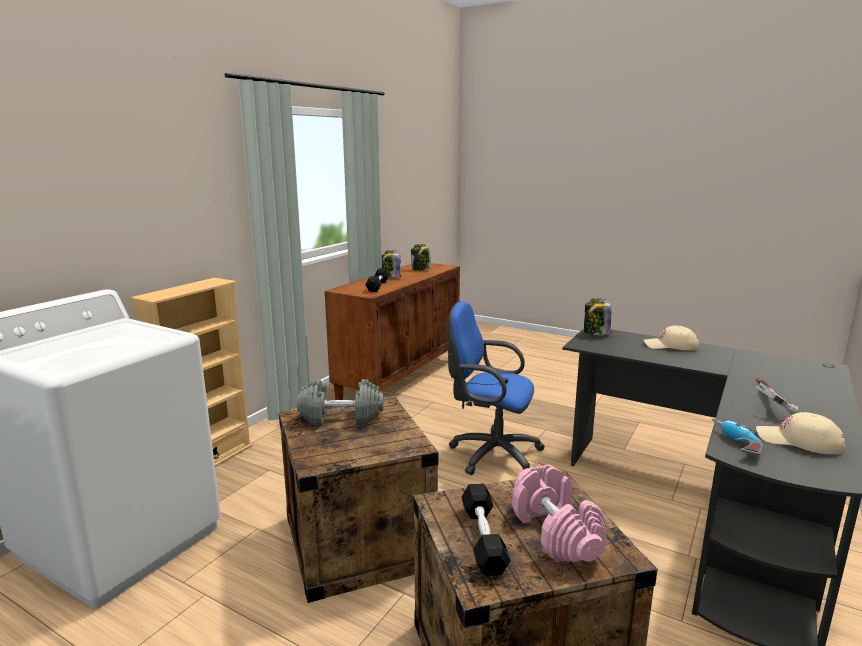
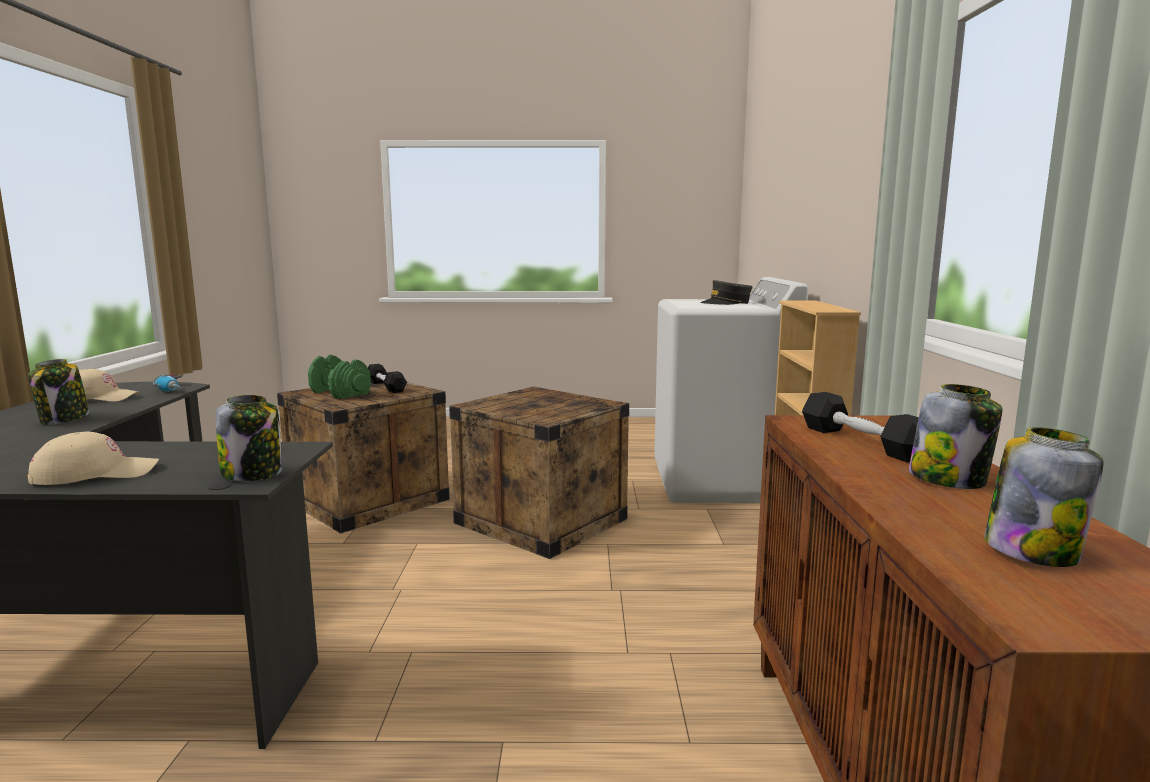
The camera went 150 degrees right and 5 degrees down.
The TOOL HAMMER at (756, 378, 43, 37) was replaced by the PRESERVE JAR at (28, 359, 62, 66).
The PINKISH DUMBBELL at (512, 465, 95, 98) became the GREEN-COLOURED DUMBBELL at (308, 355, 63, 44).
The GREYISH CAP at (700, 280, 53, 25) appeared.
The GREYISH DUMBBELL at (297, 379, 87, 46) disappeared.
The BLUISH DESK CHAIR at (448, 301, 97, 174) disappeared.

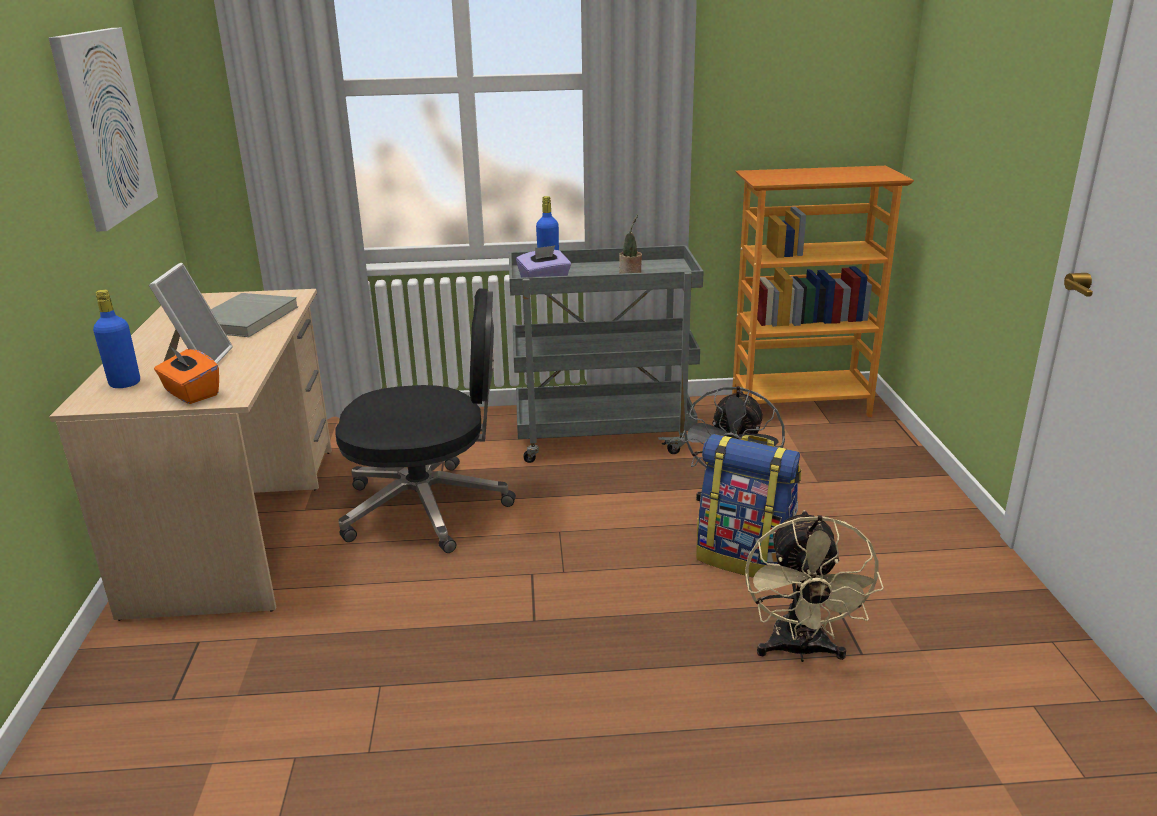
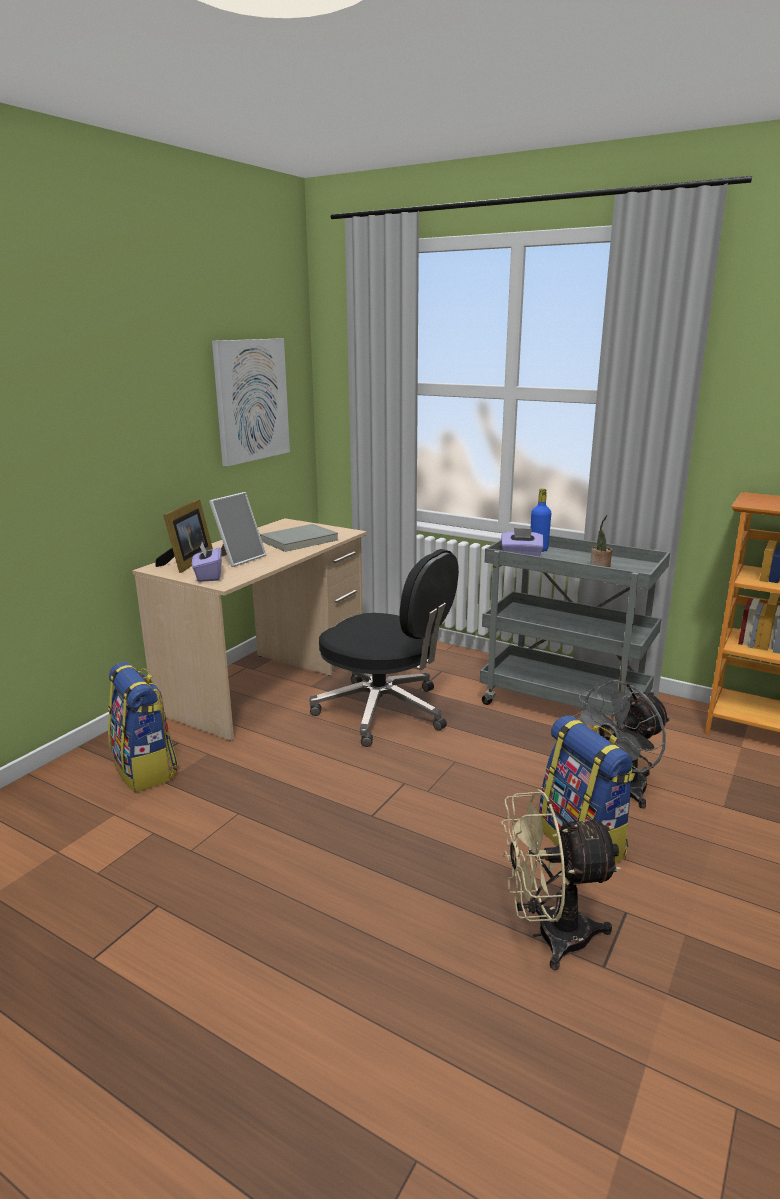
The camera went 35 degrees right and 5 degrees down.
The RUCKSACK at (108, 662, 70, 130) appeared.
The BLUISH DRINK BOTTLE at (93, 290, 47, 98) was replaced by the PHOTO FRAME at (155, 498, 58, 75).
The ORANGE TISSUE BOX at (154, 346, 65, 58) became the PURPLE-COLOURED TISSUE BOX at (192, 542, 30, 40).
The BEIGE-COLOURED COOLING FAN at (745, 510, 139, 152) turned 45 degrees clockwise.

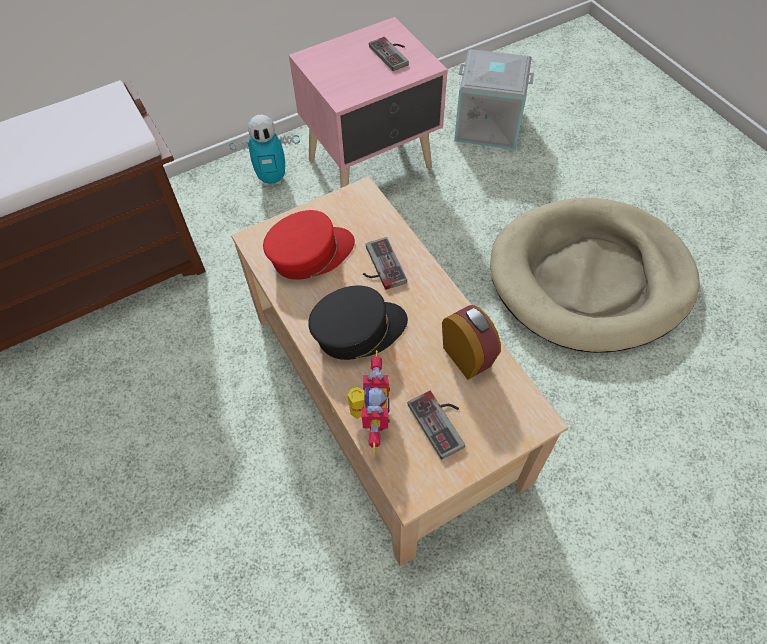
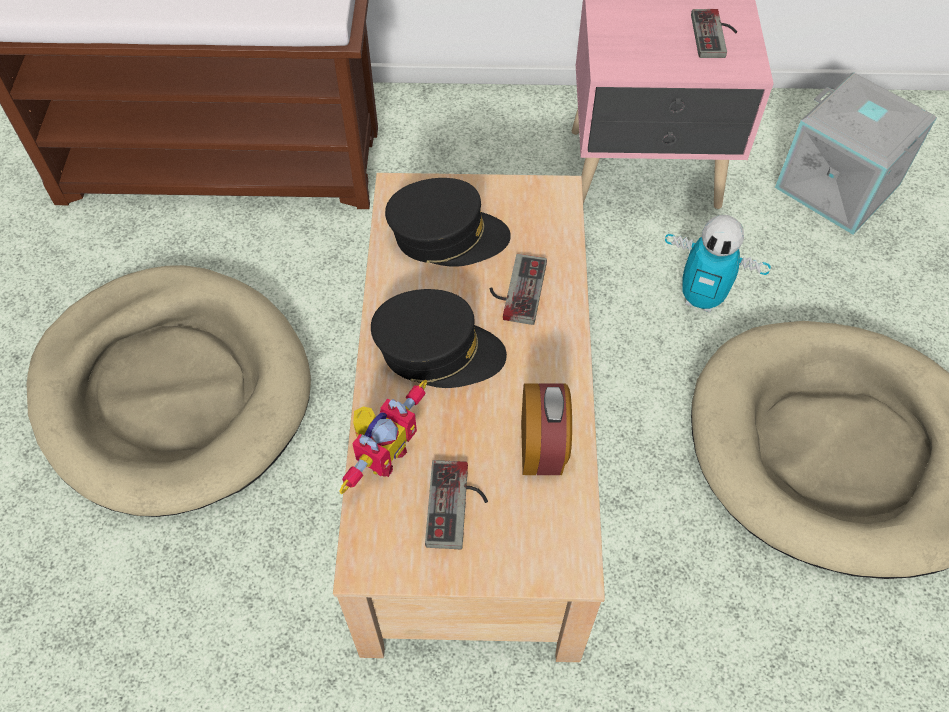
The camera went 30 degrees right and 0 degrees up.
The BEIGE-COLOURED DOG BED at (27, 265, 284, 252) appeared.
The RED-COLOURED CAP at (263, 210, 92, 70) became the BLACKISH CAP at (385, 178, 126, 89).
The ROBOT FIGURE moved from (229, 115, 71, 71) to (665, 215, 106, 98).

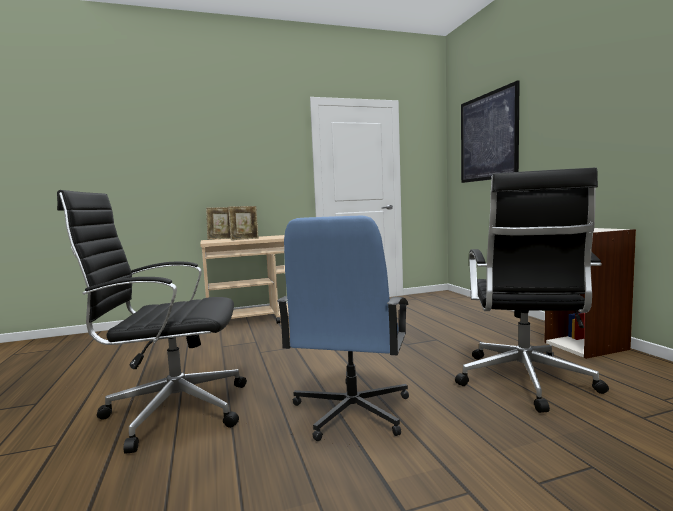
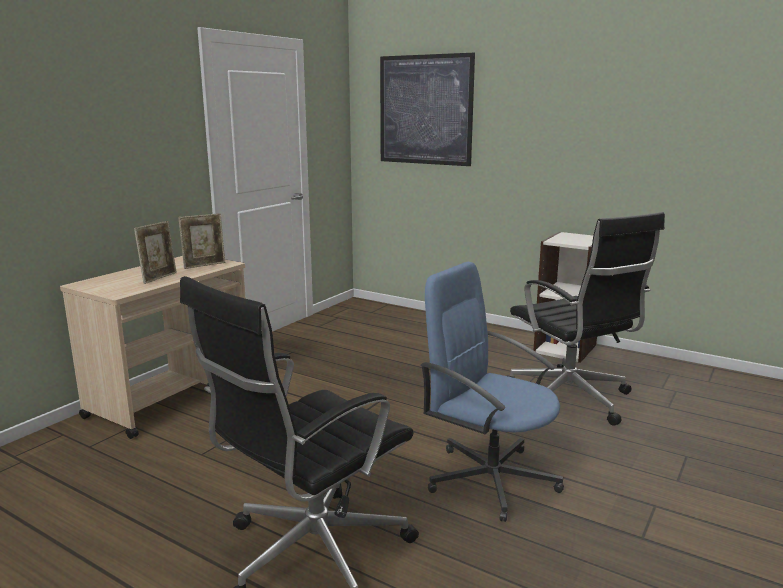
The camera went 40 degrees left and 10 degrees up.
The PHOTO FRAME moved from (206, 207, 25, 33) to (178, 213, 47, 56).
The BLUISH DESK CHAIR at (277, 216, 132, 225) turned 150 degrees clockwise.

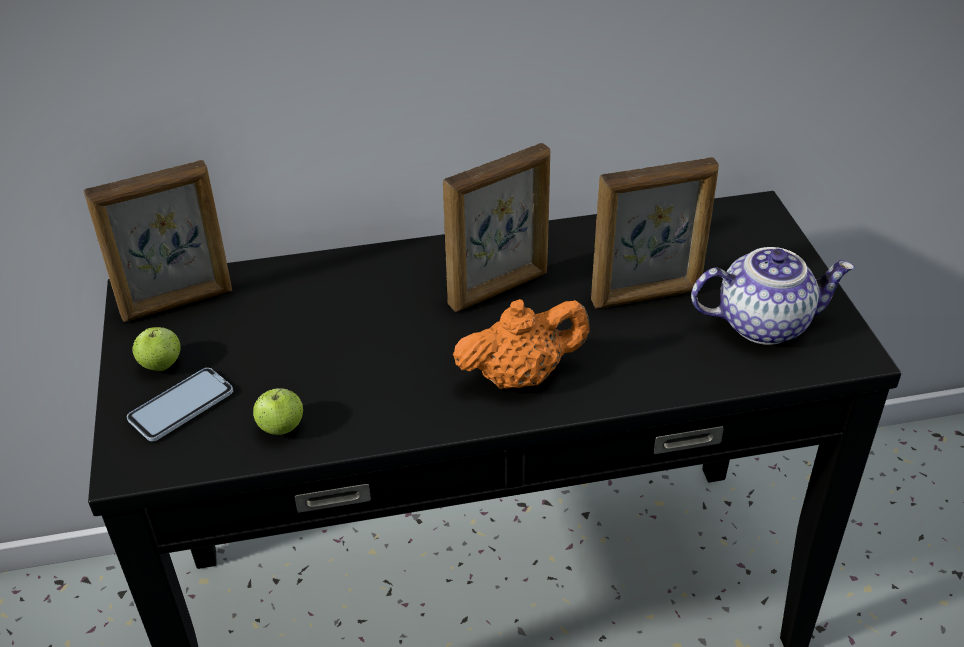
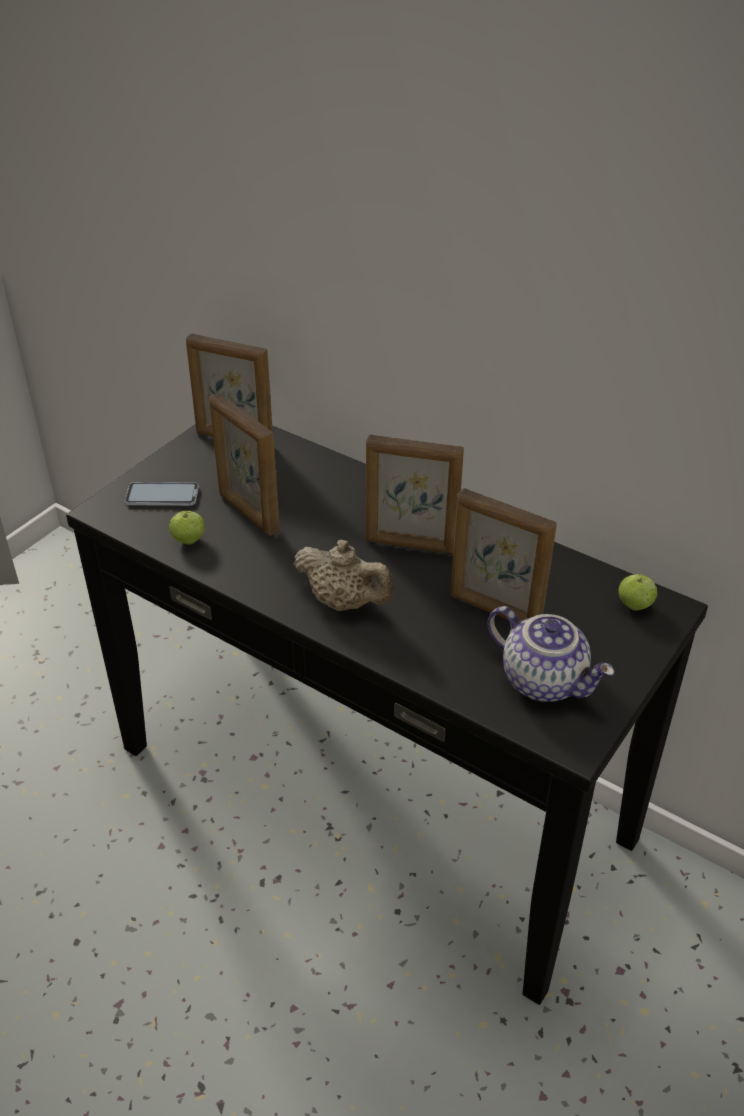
The camera went 45 degrees right and 0 degrees up.
The PHOTO FRAME at (209, 393, 71, 143) appeared.
The ORANGE TEAPOT at (453, 299, 137, 90) became the BEIGE-COLOURED TEAPOT at (294, 540, 101, 71).
The WHOLE APPLE moved from (132, 327, 49, 44) to (618, 574, 39, 37).

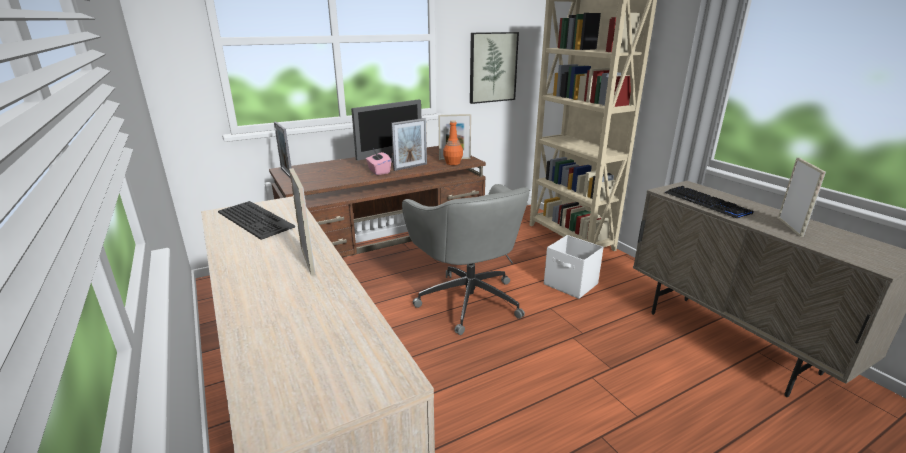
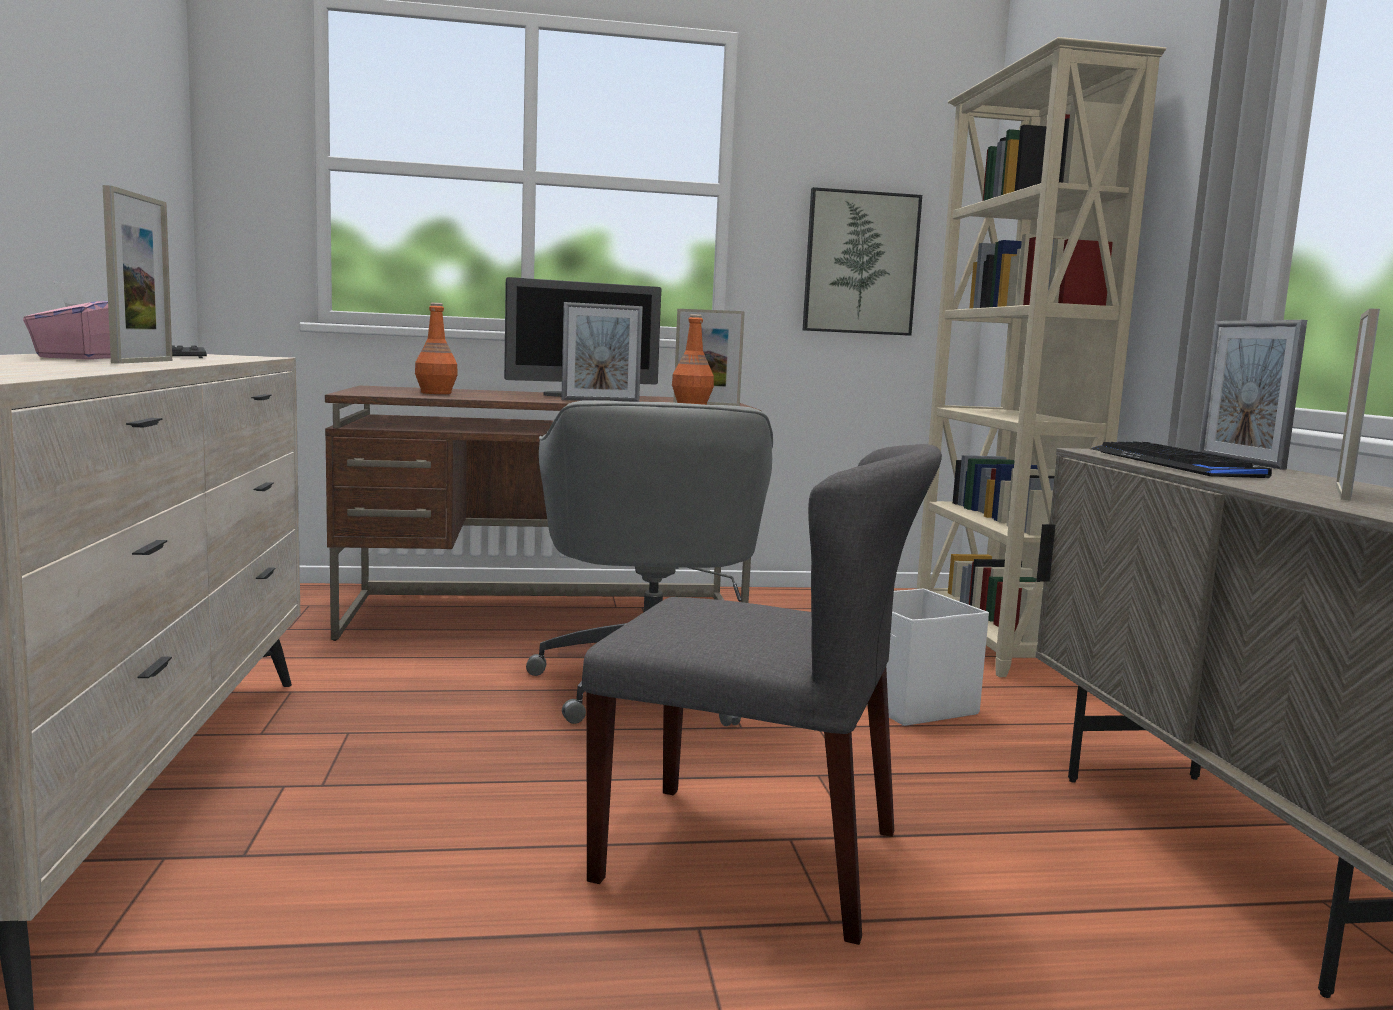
The camera went 20 degrees right and 15 degrees down.
The PINKISH TISSUE BOX moved from (366, 149, 25, 26) to (23, 281, 88, 79).
The ORANGE DRINK BOTTLE at (415, 303, 43, 91) appeared.
The GREYISH PLAIN CHAIR at (582, 444, 360, 501) appeared.
The PHOTO FRAME moved from (274, 122, 18, 57) to (1199, 320, 108, 150).

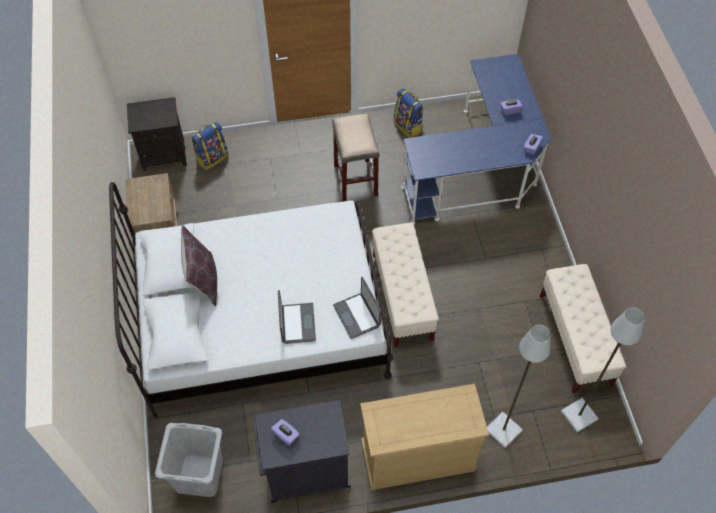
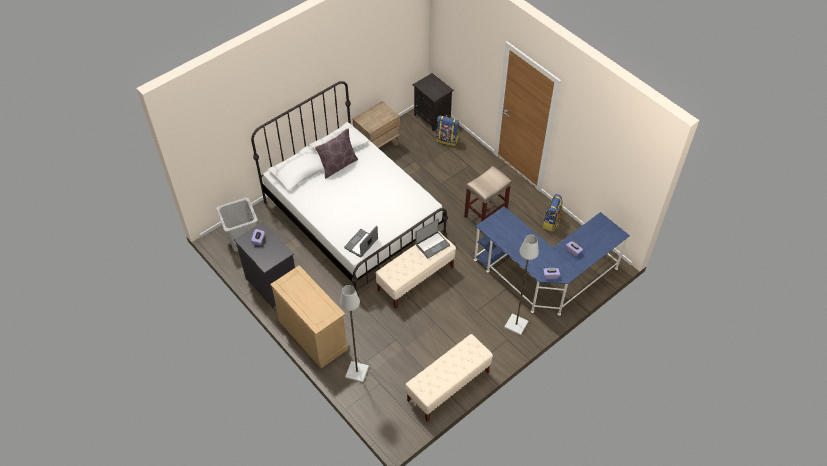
The camera went 60 degrees right and 5 degrees down.
The LAPTOP moved from (278, 290, 38, 54) to (415, 219, 35, 39).
The GREYISH STANDARD LAMP moved from (561, 307, 84, 125) to (504, 235, 35, 101).

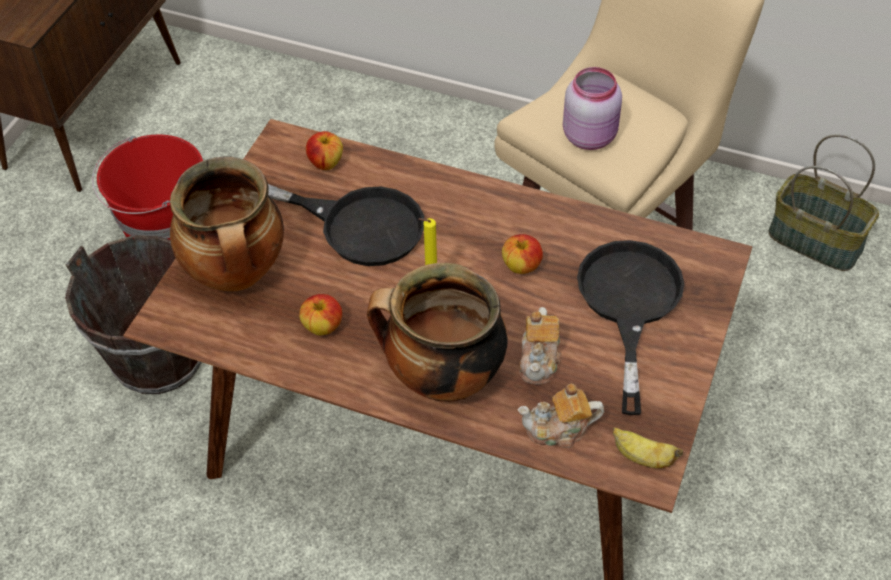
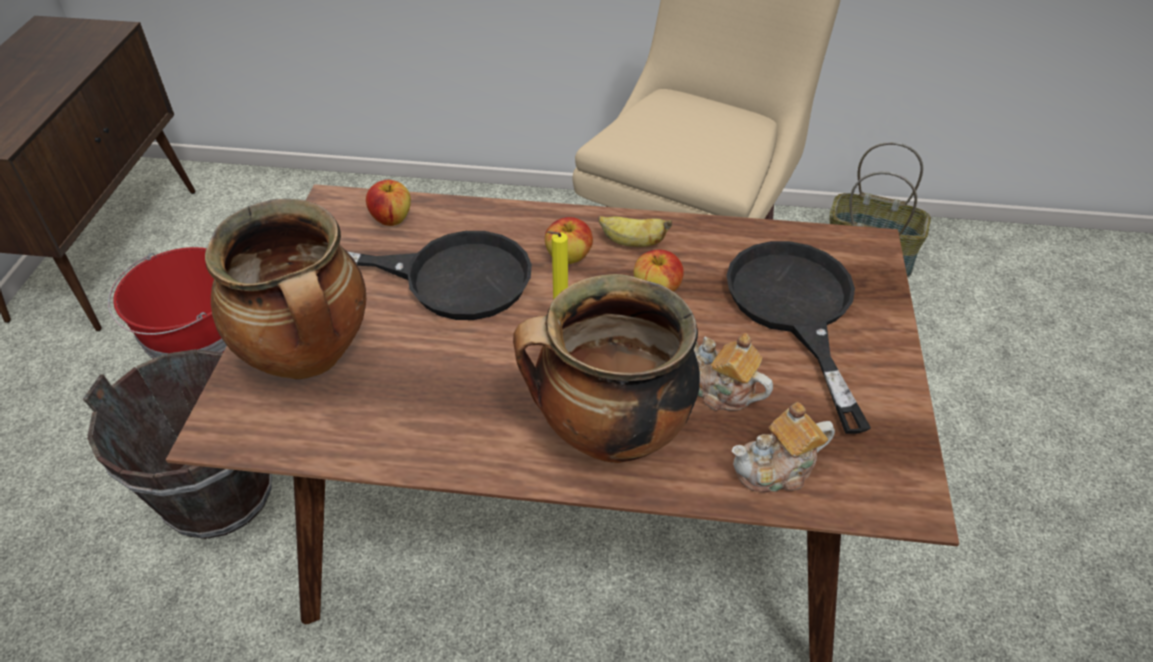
The camera went 15 degrees left and 5 degrees down.
The WHOLE APPLE moved from (299, 294, 43, 42) to (545, 217, 48, 47).
The WHOLE BANANA moved from (613, 427, 70, 41) to (598, 216, 74, 31).
The TEAPOT at (519, 307, 43, 78) turned 135 degrees clockwise.
The PINKISH PRESERVE JAR at (563, 67, 59, 83) disappeared.

